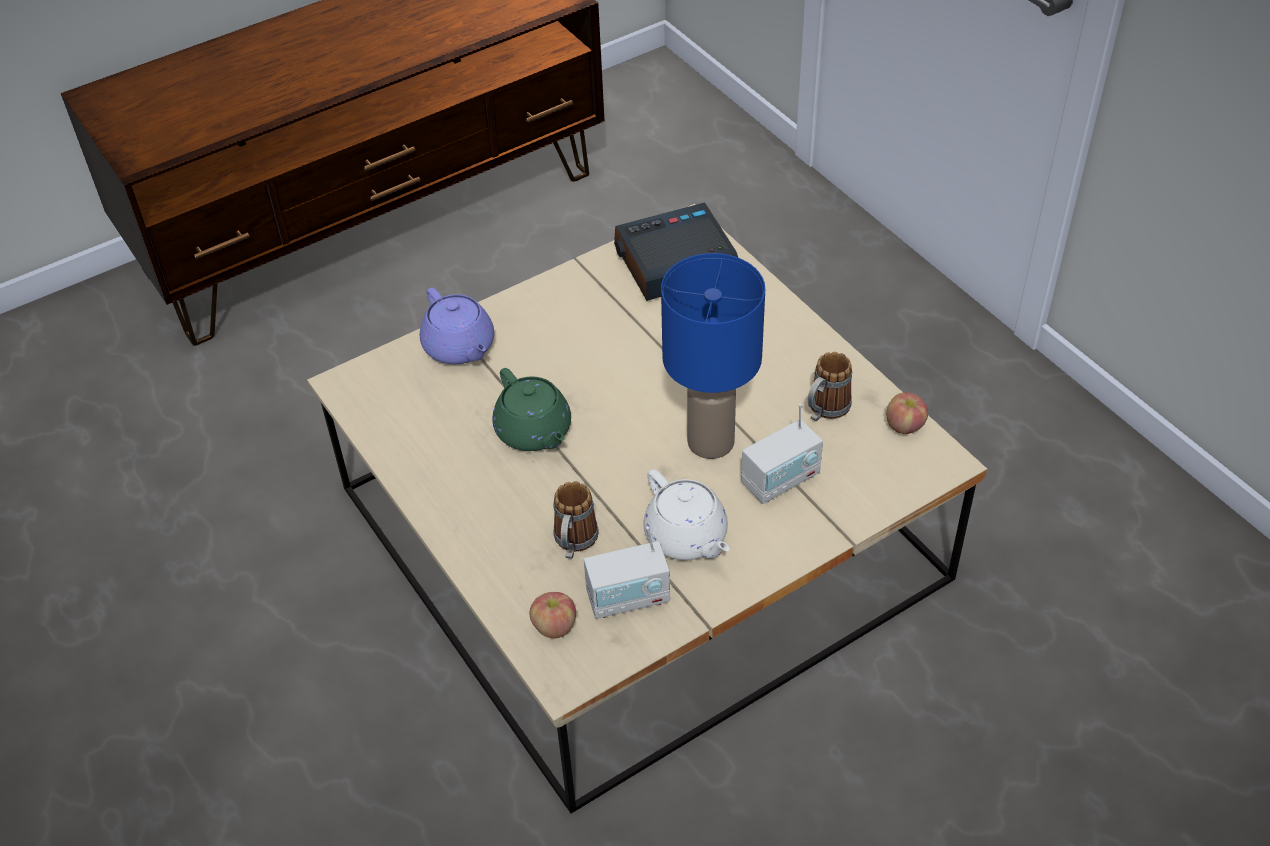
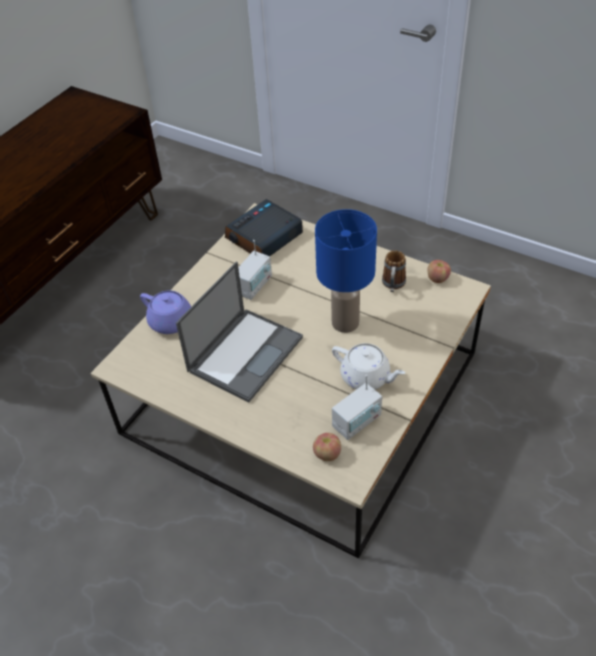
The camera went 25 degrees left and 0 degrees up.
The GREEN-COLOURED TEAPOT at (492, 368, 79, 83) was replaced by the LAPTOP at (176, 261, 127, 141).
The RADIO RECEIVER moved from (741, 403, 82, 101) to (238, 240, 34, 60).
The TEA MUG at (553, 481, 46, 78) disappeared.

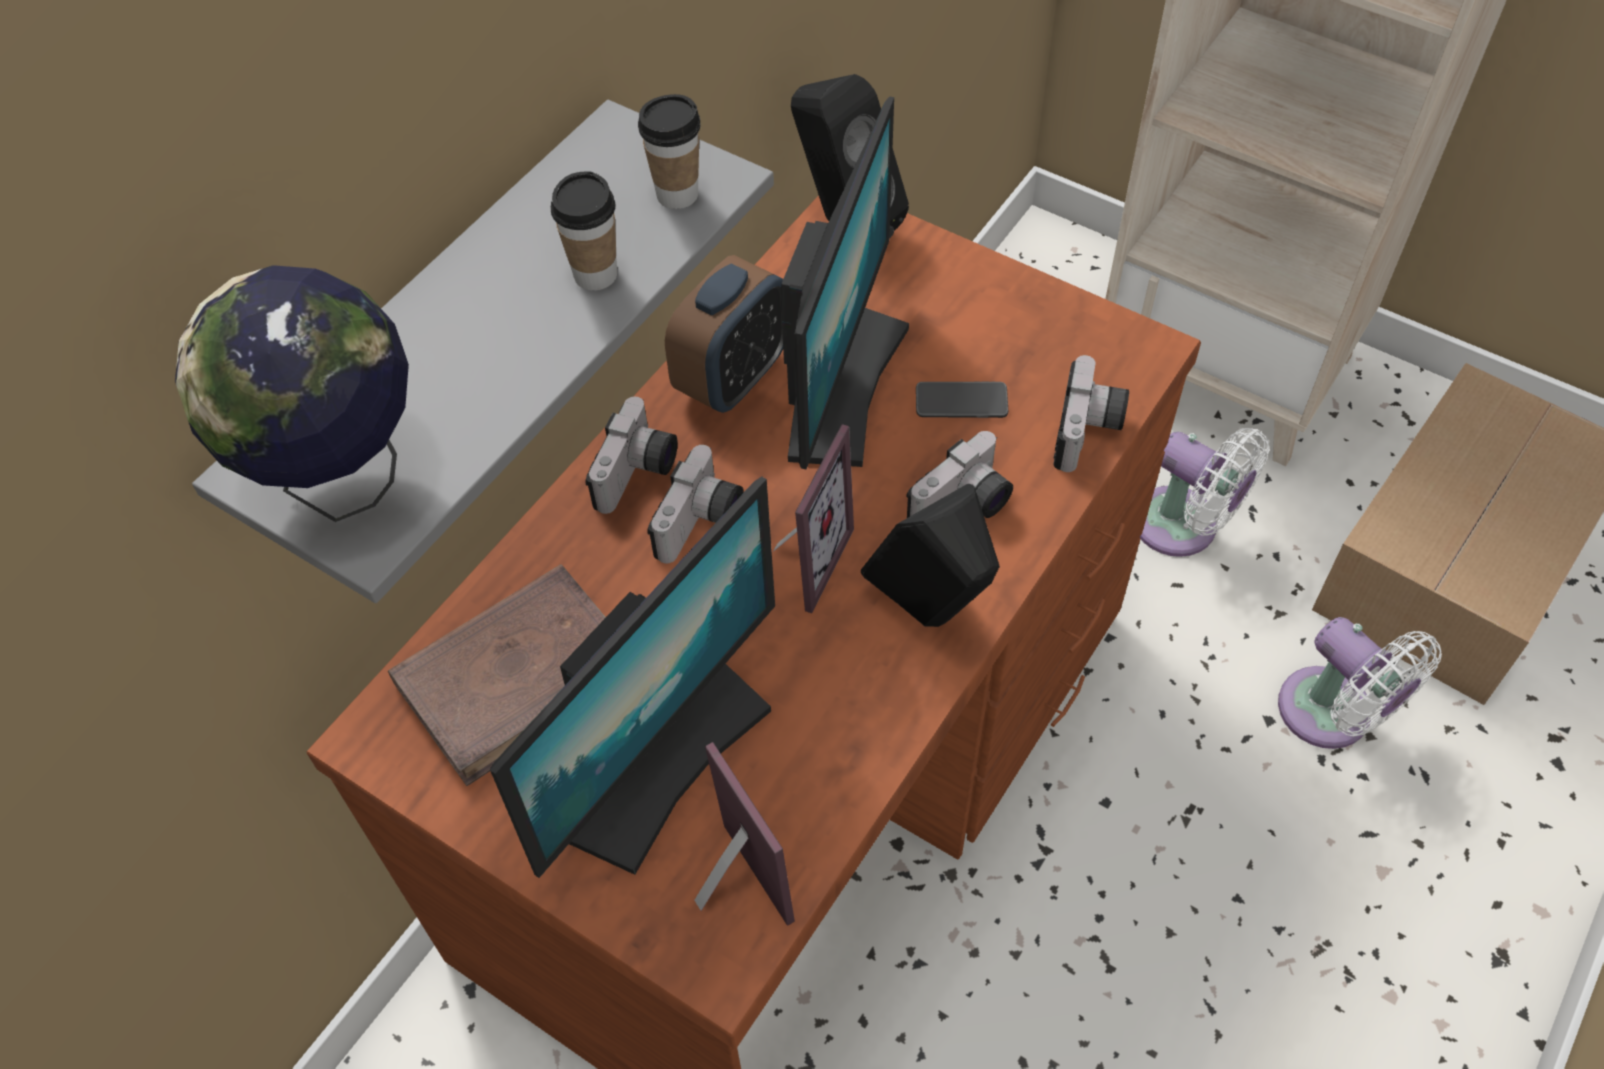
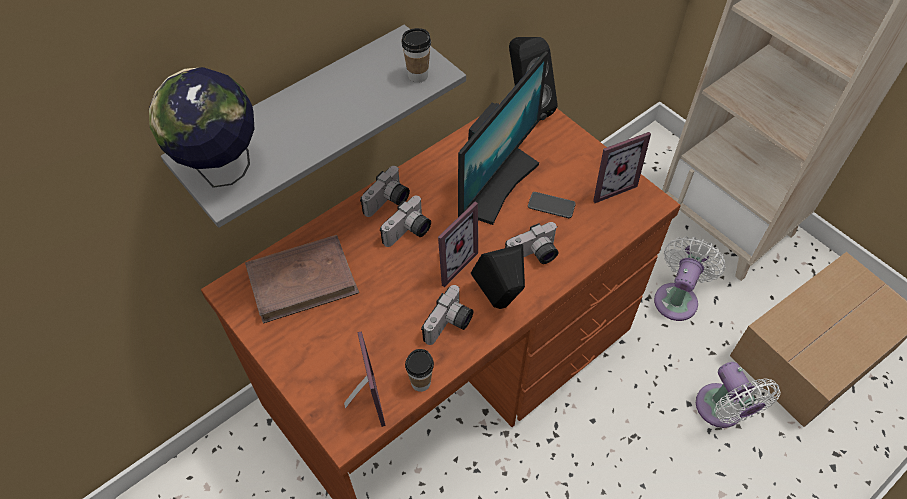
The camera went 15 degrees right and 0 degrees up.
The CUP moved from (551, 171, 66, 120) to (405, 349, 29, 43).
The STILL CAMERA moved from (1054, 355, 75, 117) to (421, 285, 52, 60).
The PHOTO FRAME at (593, 132, 58, 71) appeared.
The WHITE COOLING FAN at (1140, 428, 129, 129) turned 120 degrees counterclockwise.
The COMPUTER SCREEN at (490, 476, 285, 402) disappeared.
The ALARM CLOCK at (665, 255, 118, 158) disappeared.

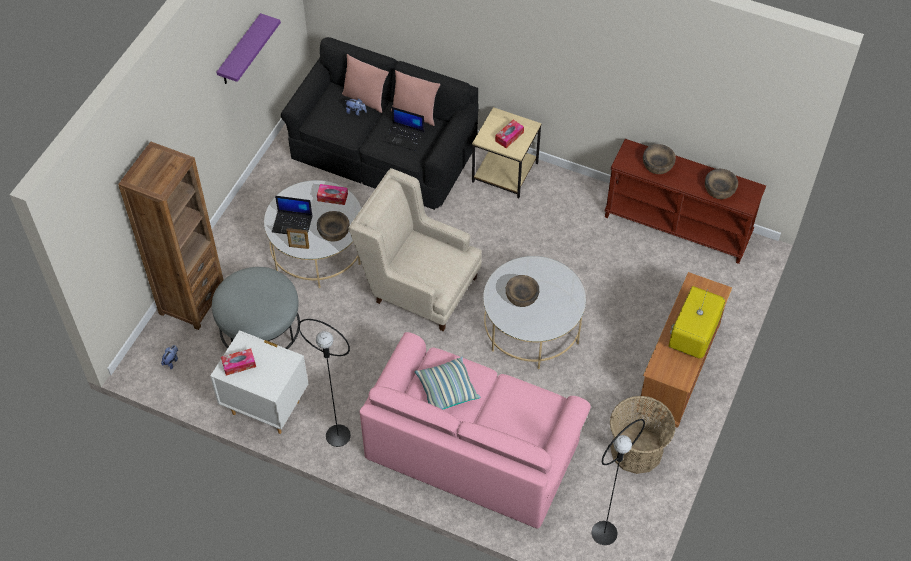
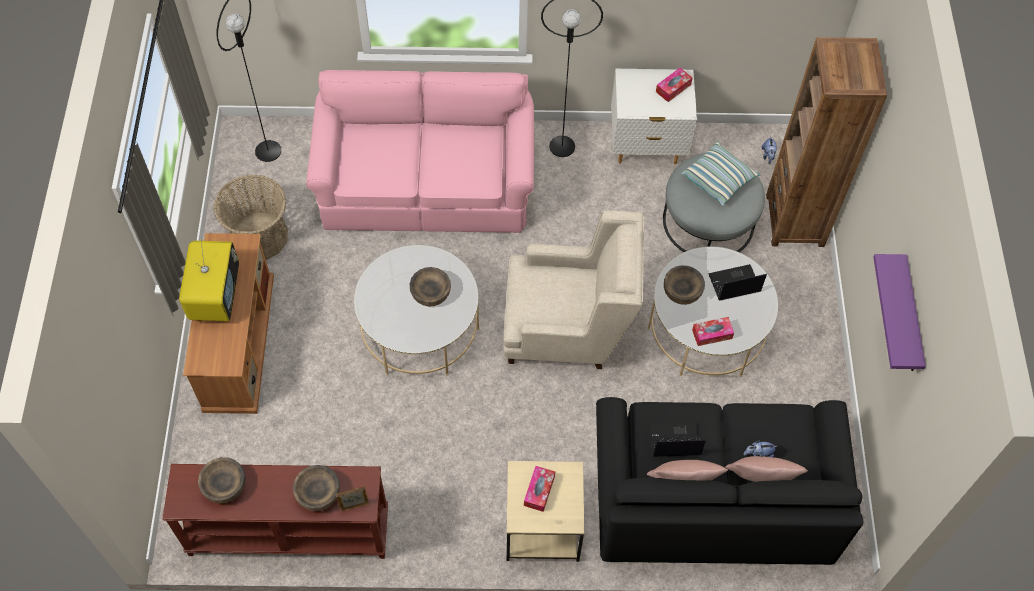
The camera went 155 degrees right and 5 degrees up.
The PHOTO FRAME moved from (287, 228, 22, 21) to (336, 486, 33, 25).
The THROW PILLOW moved from (415, 357, 65, 52) to (681, 141, 79, 65).

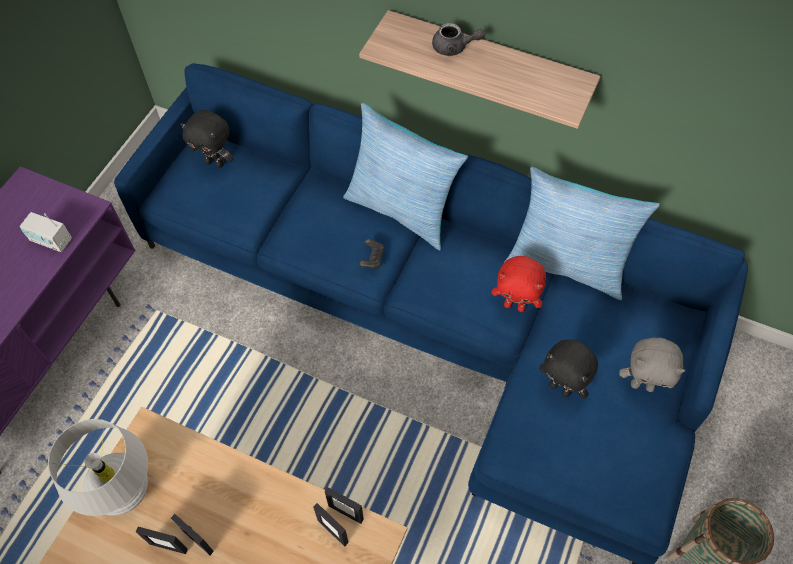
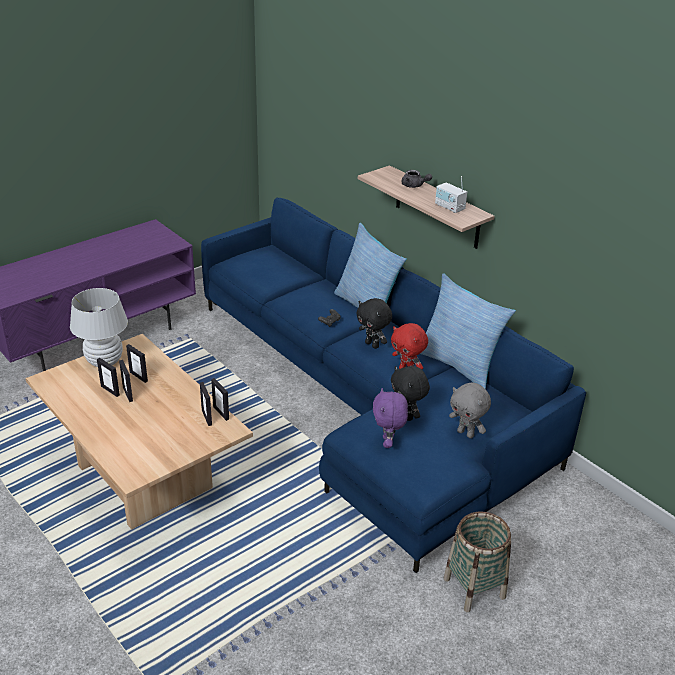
The camera went 25 degrees right and 25 degrees down.
The PHOTO FRAME at (126, 344, 22, 39) appeared.
The BLACKISH SOFT TOY moved from (180, 110, 54, 58) to (356, 298, 36, 51).
The PURPLE-COLOURED SOFT TOY at (373, 388, 35, 60) appeared.
The RADIO RECEIVER moved from (20, 212, 52, 40) to (435, 176, 32, 37).

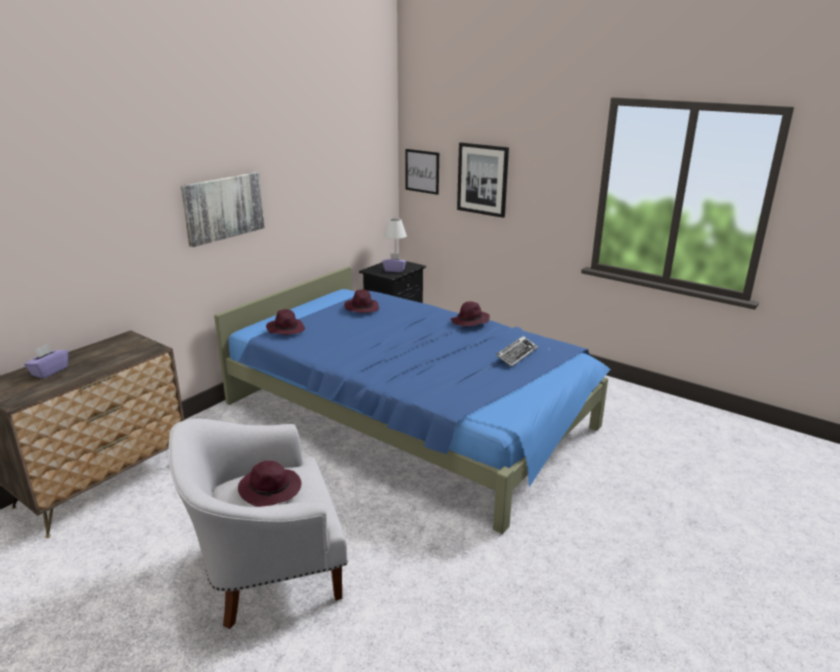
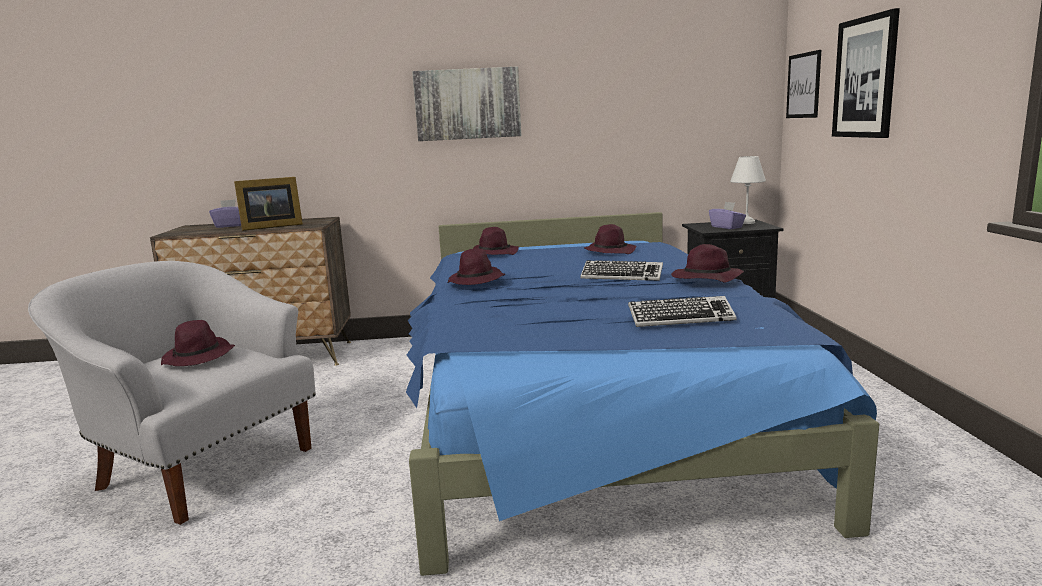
The camera went 50 degrees right and 10 degrees down.
The PHOTO FRAME at (234, 177, 69, 54) appeared.
The PURPLE-COLOURED HAT at (447, 249, 58, 36) appeared.
The KEYBOARD at (581, 260, 82, 21) appeared.

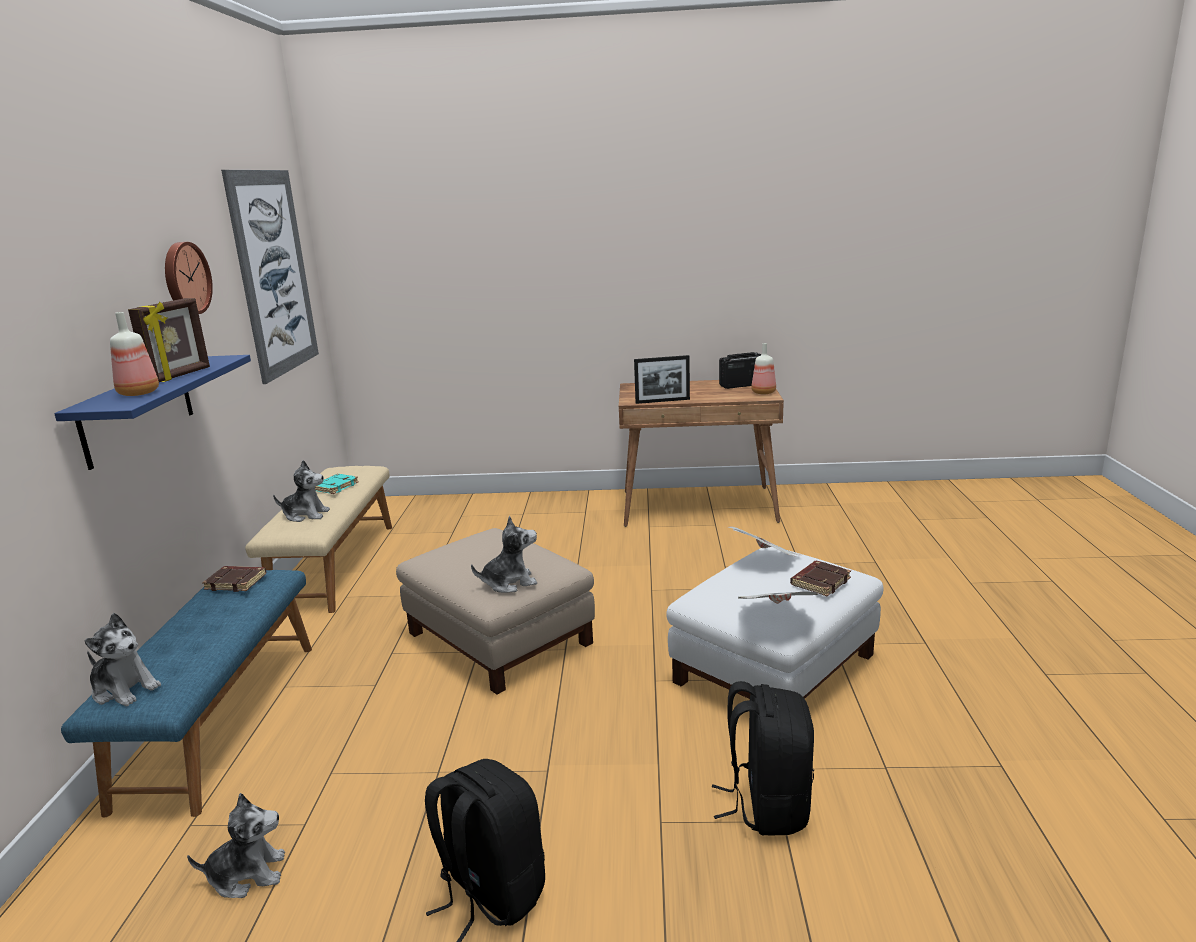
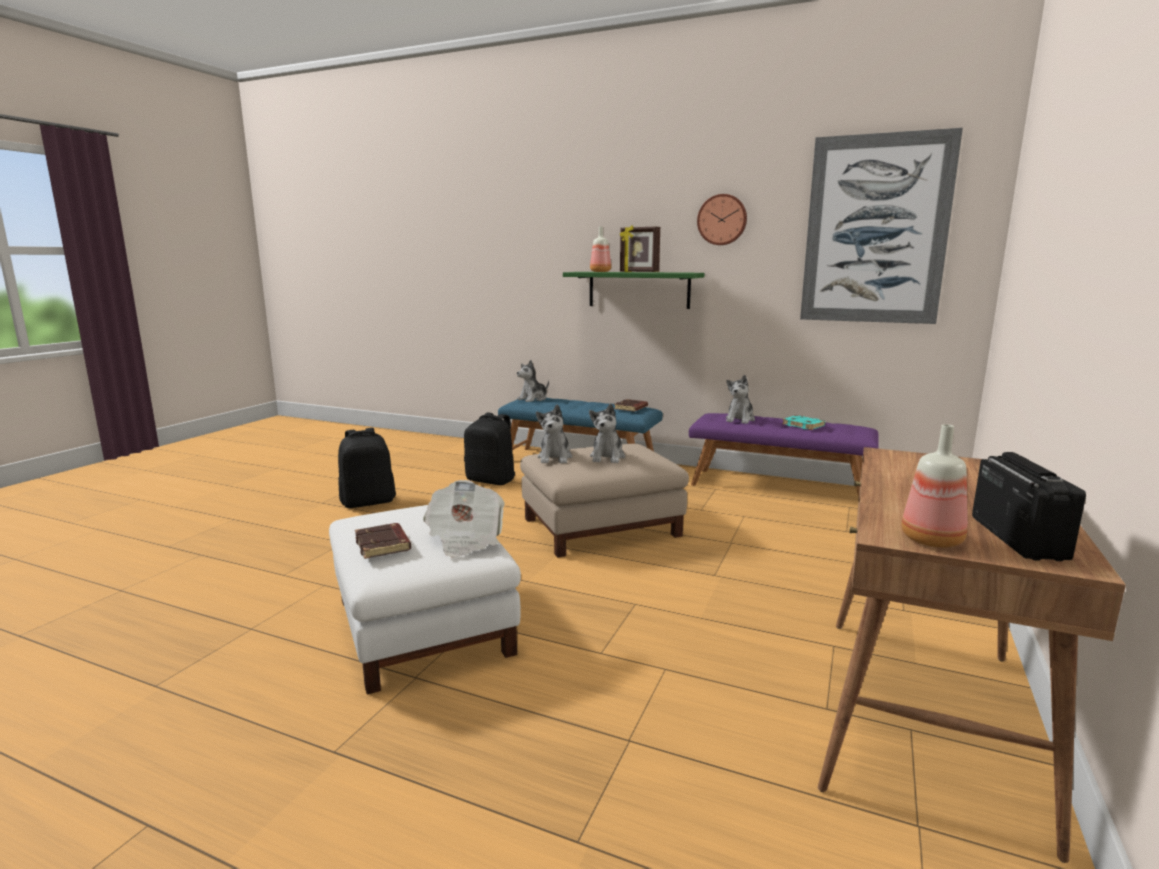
The camera went 110 degrees right and 5 degrees down.
The BLACKISH RUCKSACK moved from (712, 681, 102, 154) to (464, 413, 51, 72).
The BLUISH SHELF at (54, 355, 197, 115) became the GREEN-COLOURED SHELF at (563, 272, 142, 37).
The SOFT TOY moved from (187, 793, 98, 105) to (589, 404, 36, 59).
The BEIGE-COLOURED INDOOR BENCH at (245, 466, 147, 147) became the PURPLE-COLOURED INDOOR BENCH at (689, 413, 190, 84).
The PHOTO FRAME at (634, 355, 56, 49) disappeared.
The PRINTED PAPER at (739, 592, 80, 12) disappeared.

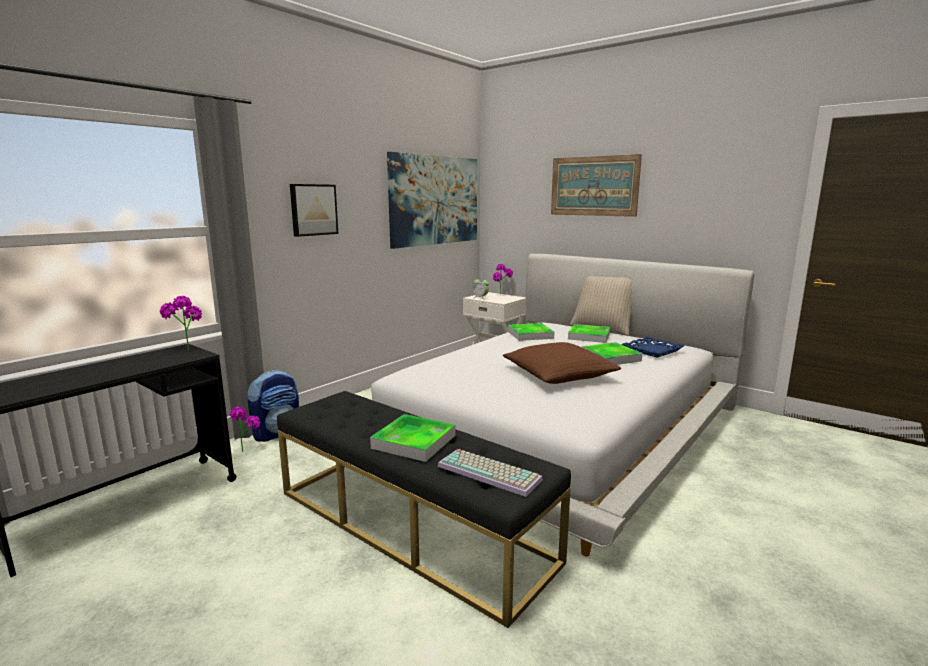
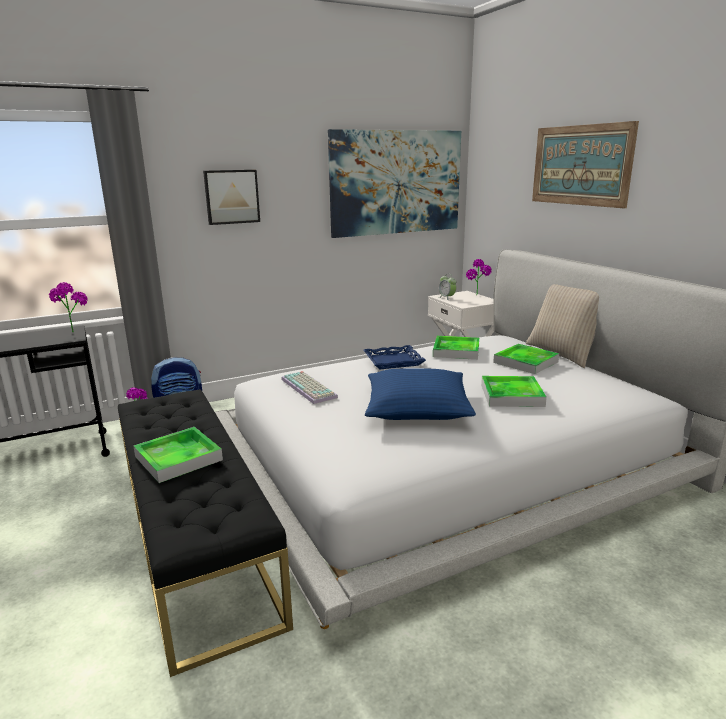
The camera went 25 degrees right and 5 degrees up.
The KEYBOARD moved from (438, 449, 105, 48) to (281, 371, 57, 33).
The BLUISH CARRYING TRAY moved from (622, 336, 63, 22) to (363, 345, 63, 24).
The BROWN THROW PILLOW at (503, 342, 118, 42) became the BLUISH THROW PILLOW at (365, 368, 111, 52).

